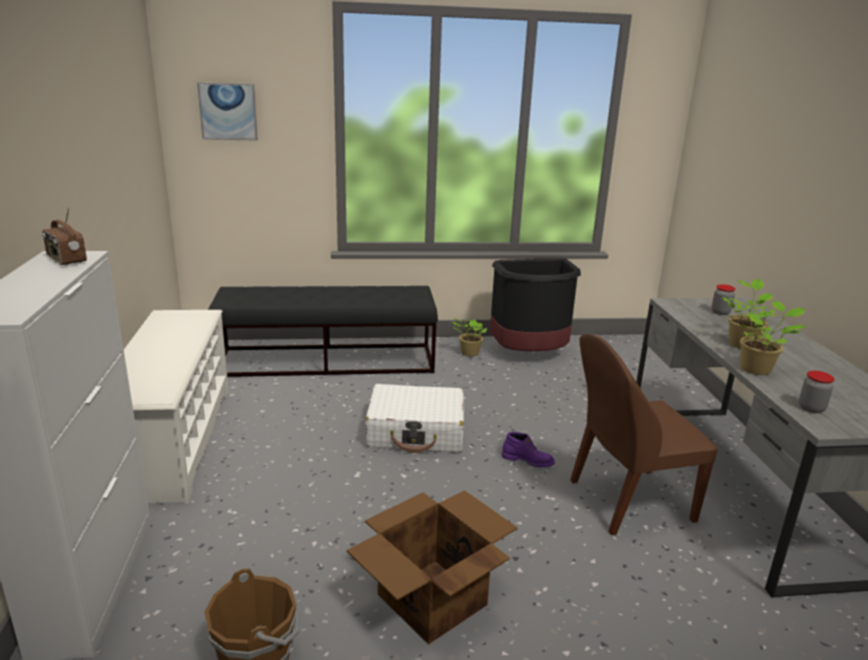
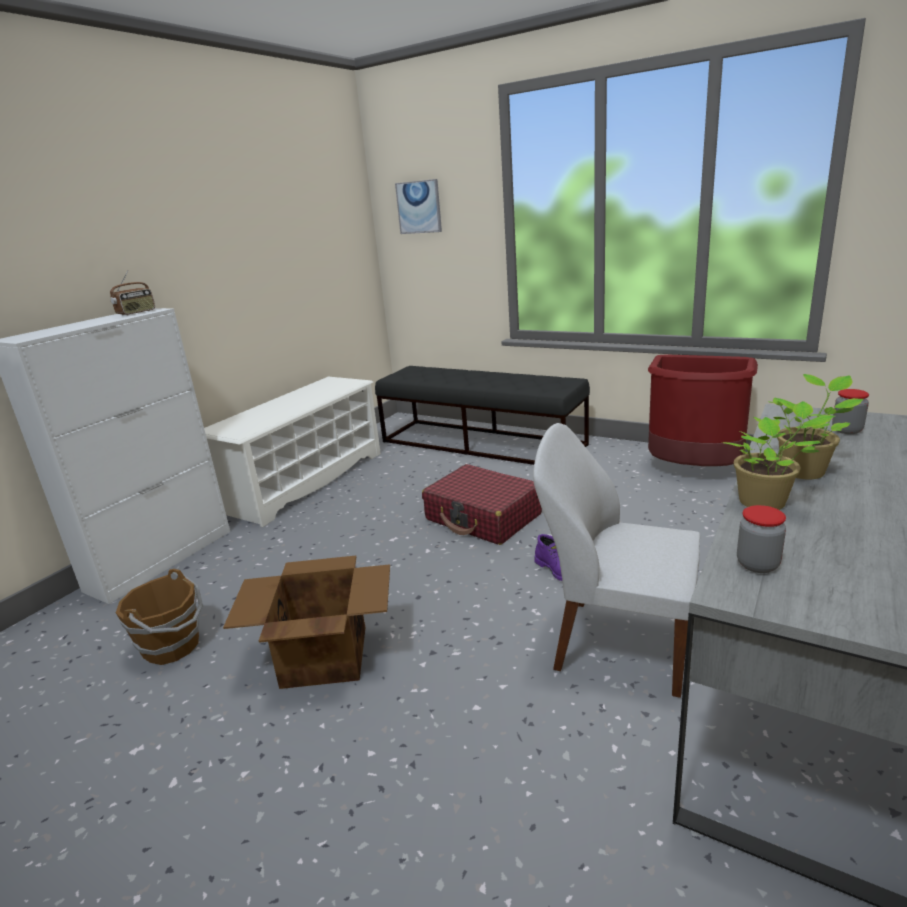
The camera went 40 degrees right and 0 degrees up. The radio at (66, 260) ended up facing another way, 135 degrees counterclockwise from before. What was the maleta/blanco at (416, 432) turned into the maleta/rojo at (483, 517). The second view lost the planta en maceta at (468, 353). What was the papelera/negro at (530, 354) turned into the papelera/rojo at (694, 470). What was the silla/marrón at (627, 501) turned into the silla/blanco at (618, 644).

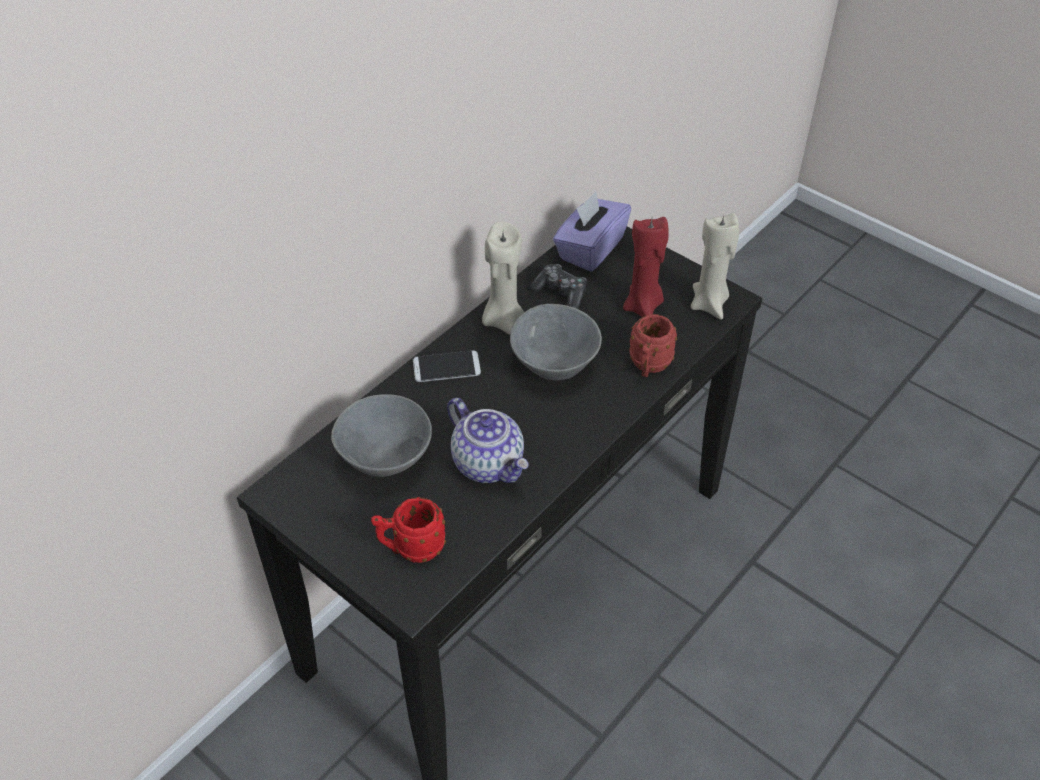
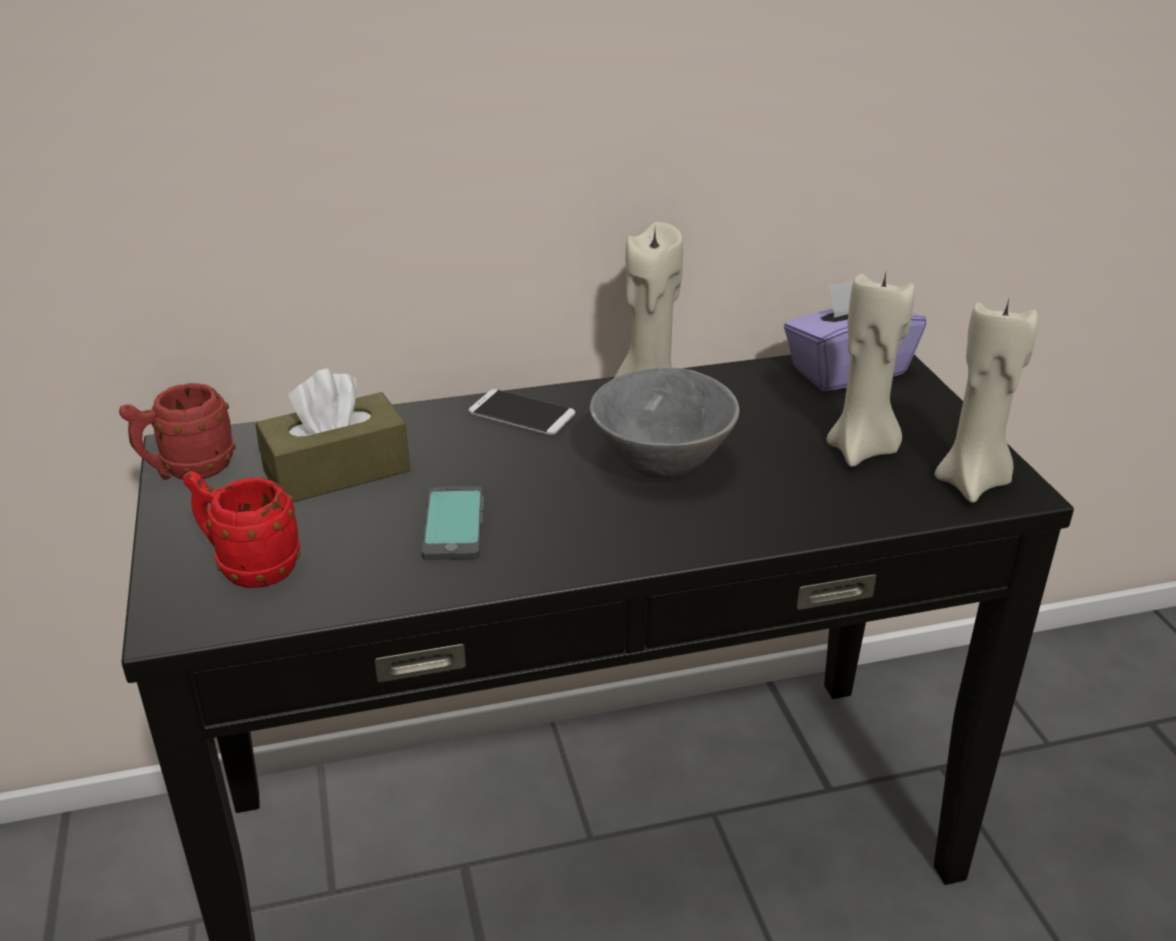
The camera went 35 degrees right and 15 degrees down. Where the cuenco/gris stood at (386, 461), the caja de pañuelos/marrón came to stand at (337, 471). Where the tetera stood at (489, 463), the móvil came to stand at (454, 525). The second view lost the mando de consola at (561, 293). What was the vela/rojo at (643, 306) turned into the vela/beis at (862, 450). The taza grande/rojo ended up elsewhere, having gone from (648, 366) to (187, 471).

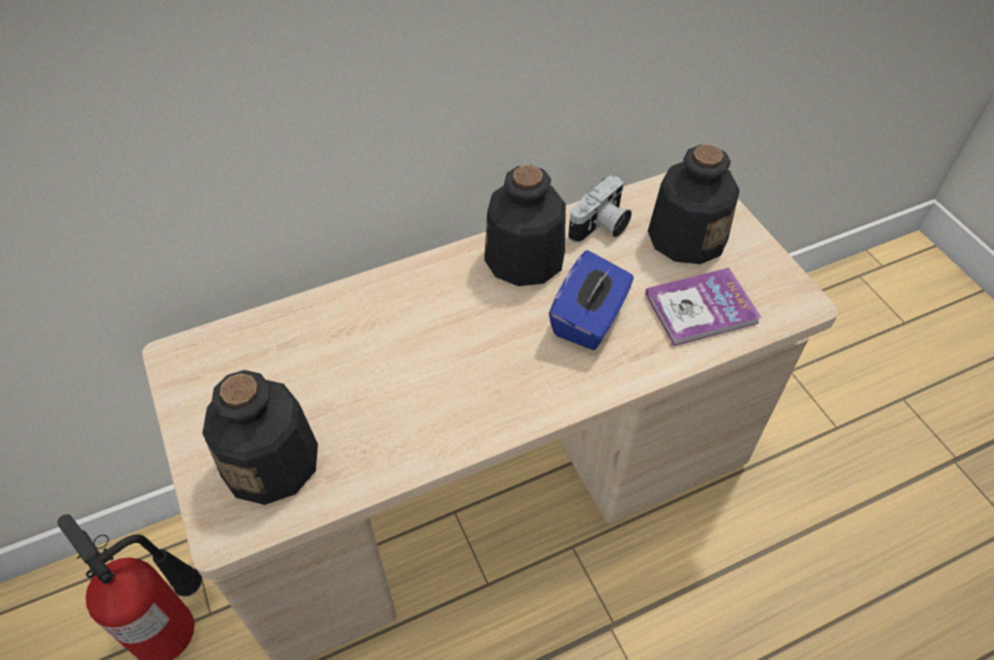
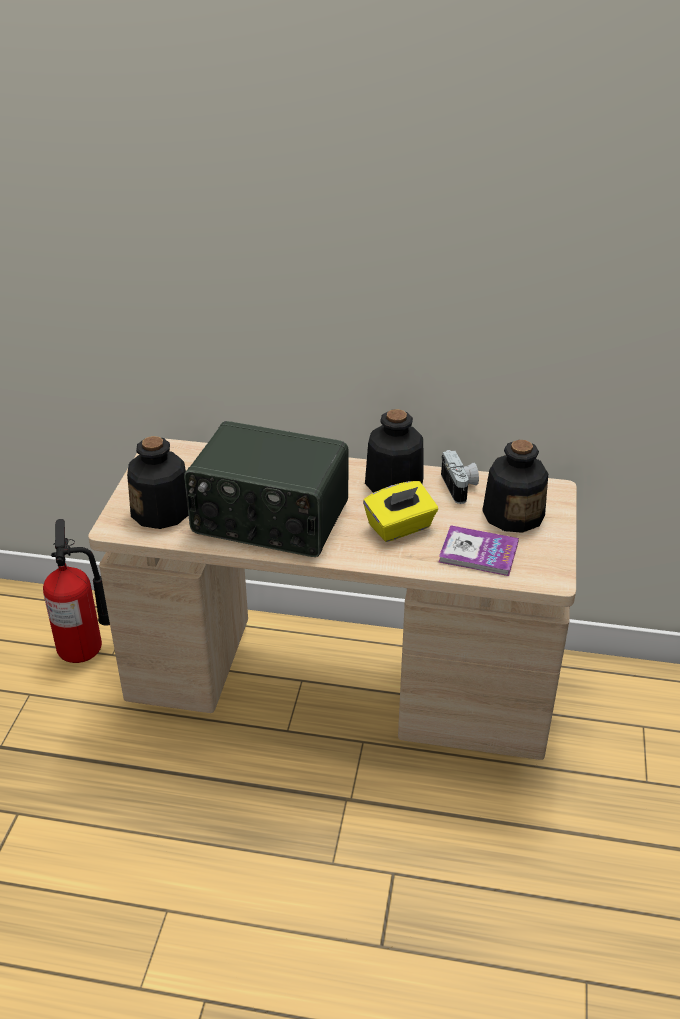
The camera went 35 degrees right and 15 degrees down. What was the caja de pañuelos/azul at (589, 319) turned into the caja de pañuelos/amarillo at (400, 527). The cámara at (601, 227) ended up facing another way, 90 degrees counterclockwise from before. The second view gained the radio at (269, 519).

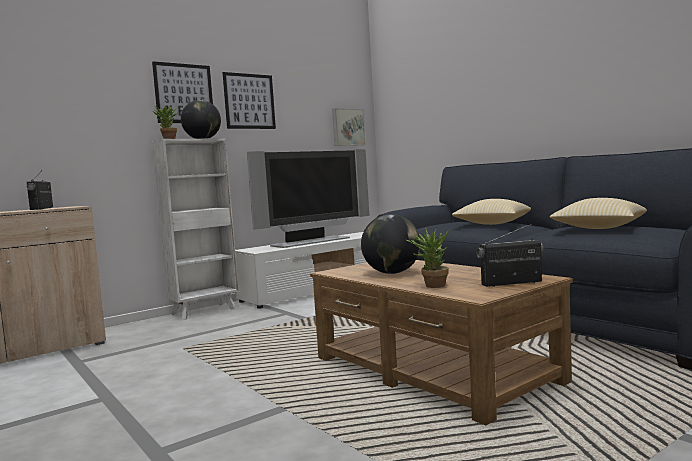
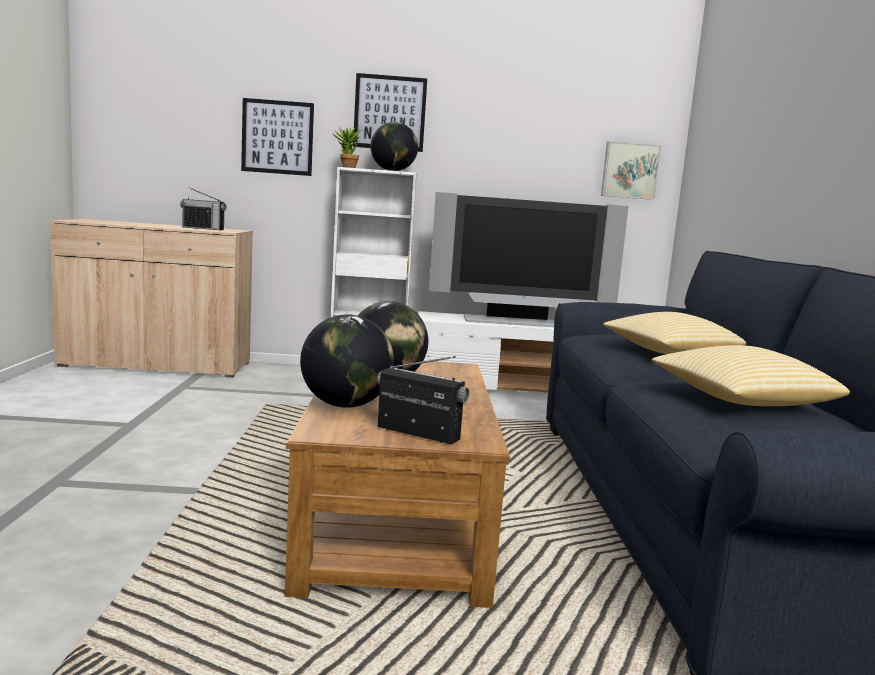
The camera went 35 degrees right and 5 degrees up. The radio at (41, 209) ended up facing another way, 105 degrees counterclockwise from before. The cuadro ended up elsewhere, having gone from (249, 101) to (277, 137). Where the planta en maceta stood at (431, 286), the globo terráqueo came to stand at (345, 405).

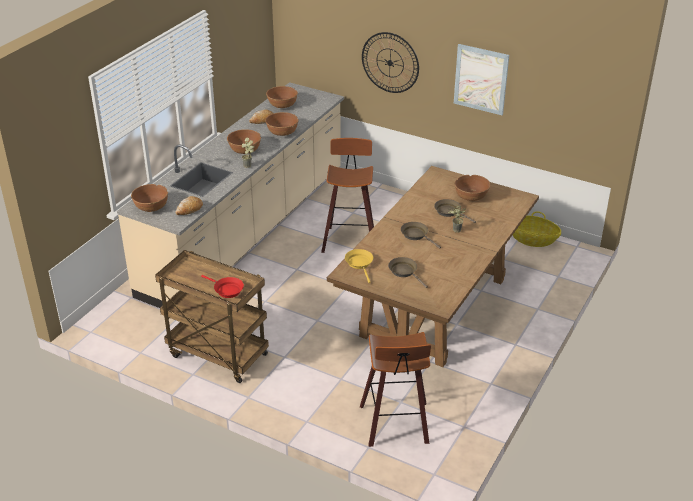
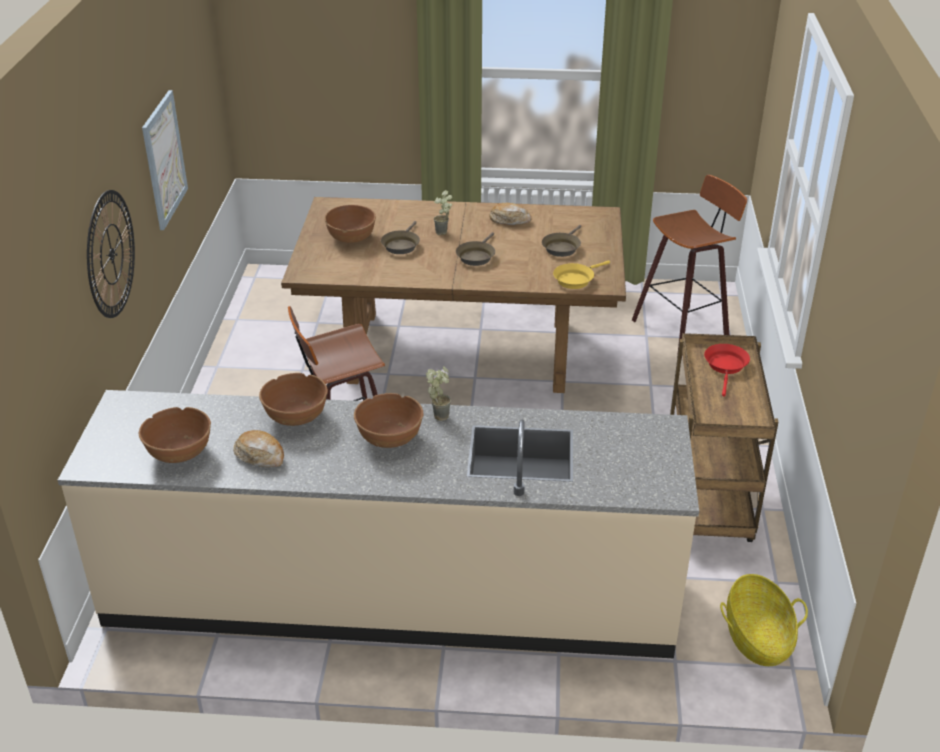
The camera went 115 degrees left and 0 degrees up. The second view lost the cuenco/marrón at (151, 207). The pan ended up elsewhere, having gone from (189, 210) to (509, 220). The cesta ended up elsewhere, having gone from (532, 240) to (757, 637).

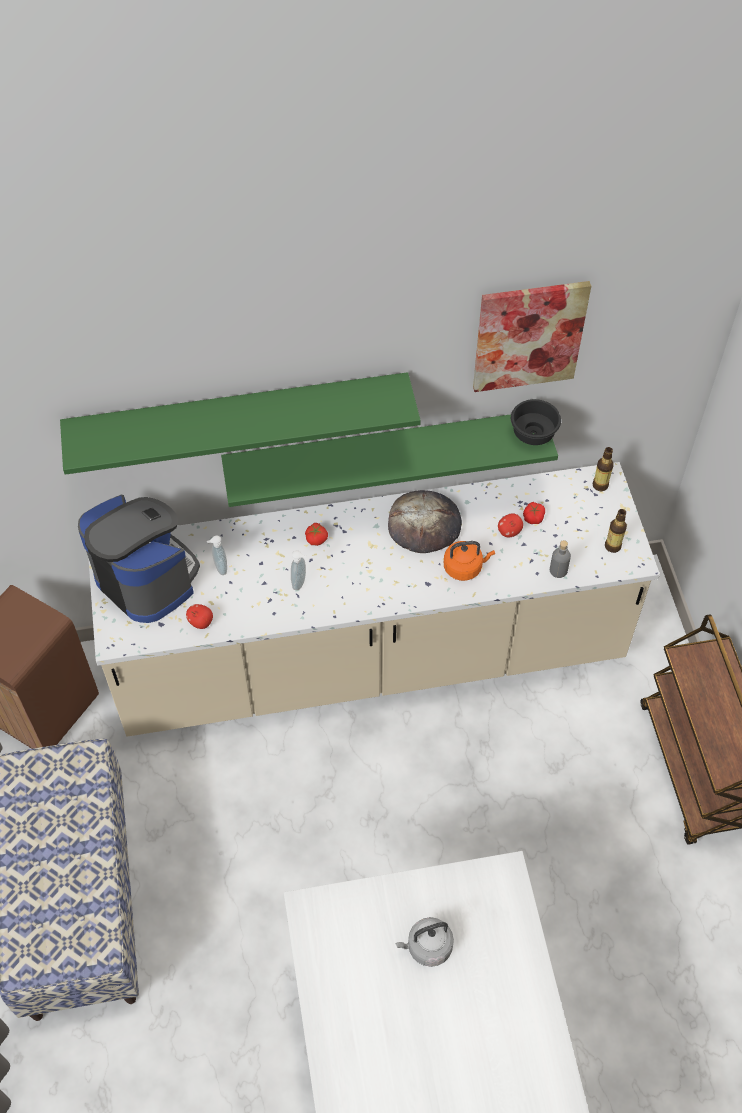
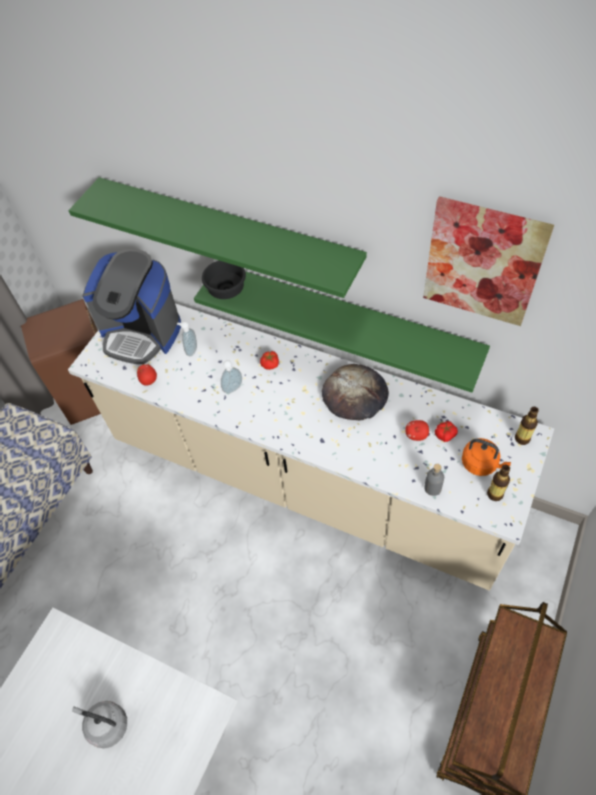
The camera went 40 degrees right and 0 degrees up. The cafetera at (147, 579) ended up facing another way, 120 degrees clockwise from before. The hervidor/naranja ended up elsewhere, having gone from (465, 567) to (481, 463). The cuenco/negro ended up elsewhere, having gone from (535, 433) to (228, 290).

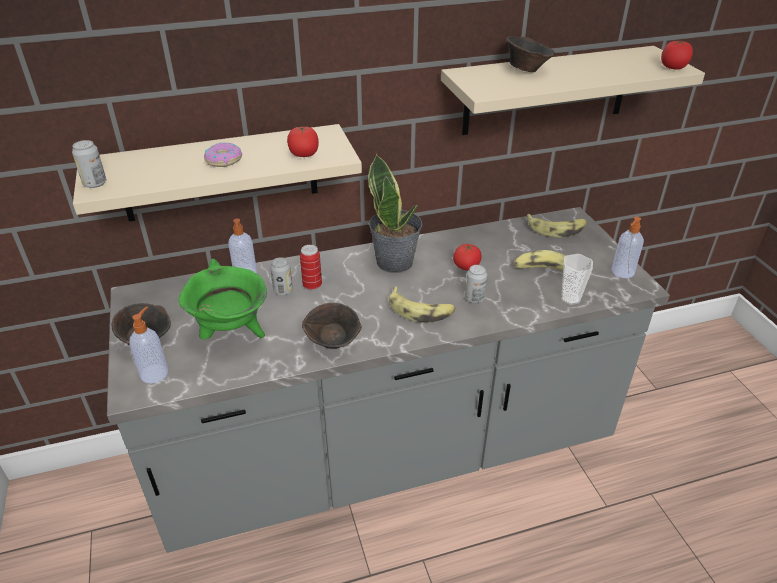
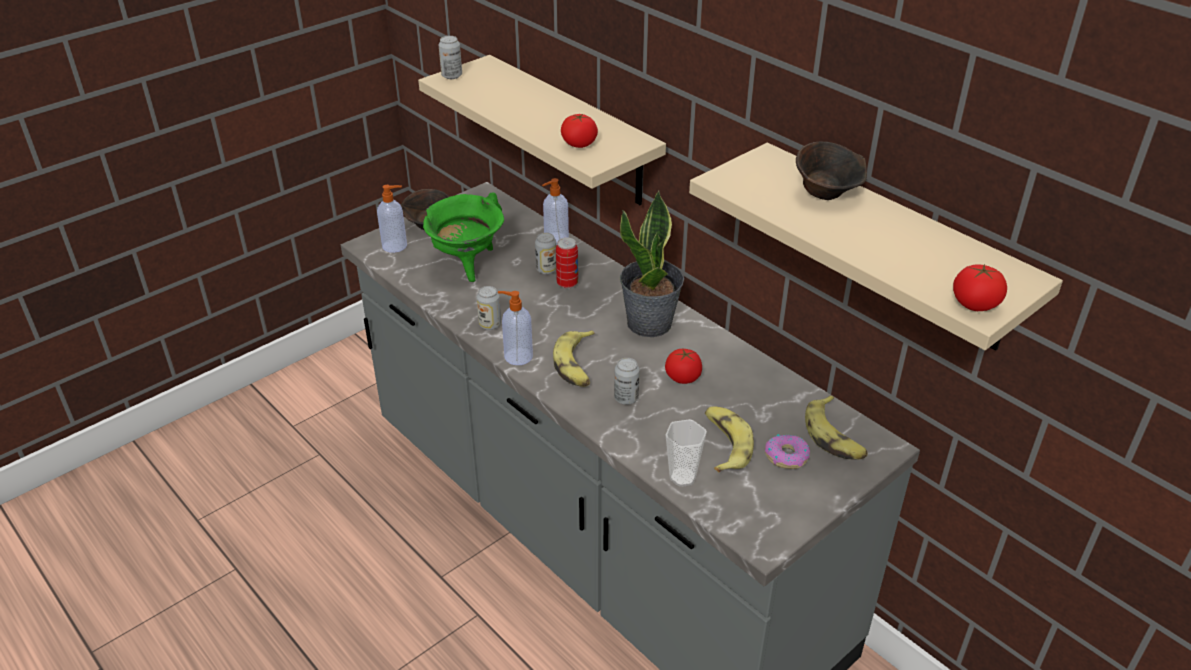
The camera went 65 degrees right and 0 degrees up. The rosquilla ended up elsewhere, having gone from (223, 160) to (786, 456). Where the cuenco/marrón stood at (334, 342), the lata came to stand at (490, 324). The dispensador de jabón ended up elsewhere, having gone from (622, 272) to (517, 356).

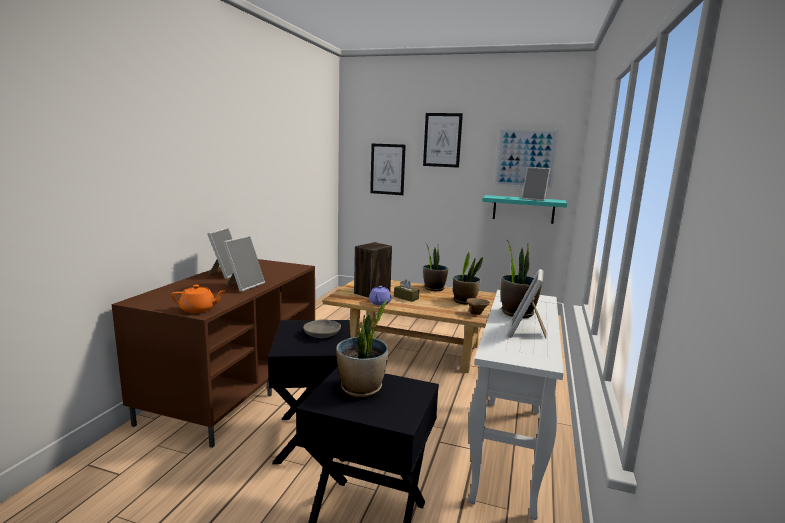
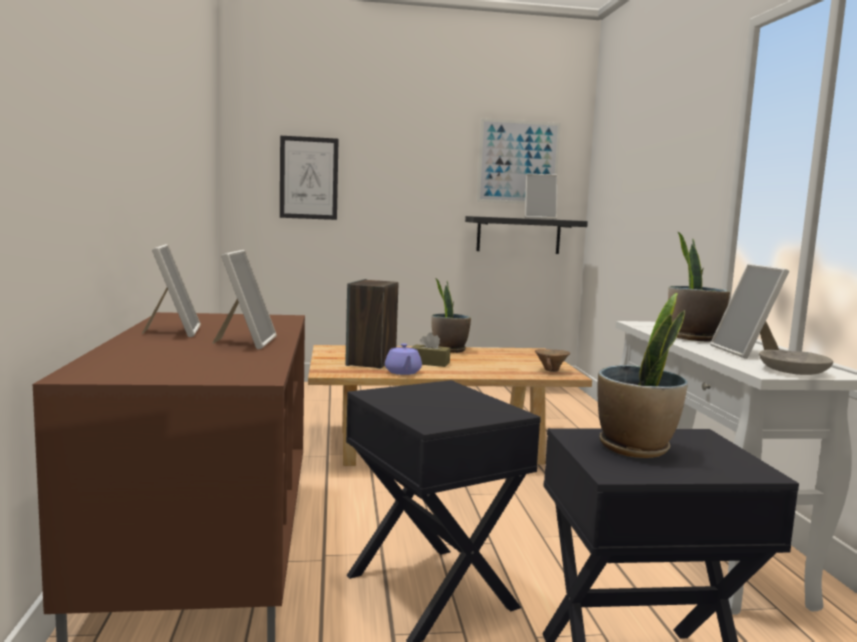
The camera went 25 degrees left and 5 degrees down. The second view lost the tetera/naranja at (198, 309). The cuenco/gris ended up elsewhere, having gone from (322, 334) to (793, 371). The second view lost the cuadro at (442, 140). The second view lost the planta en maceta at (465, 301). What was the estante/turquesa at (523, 209) turned into the estante/negro at (518, 235).

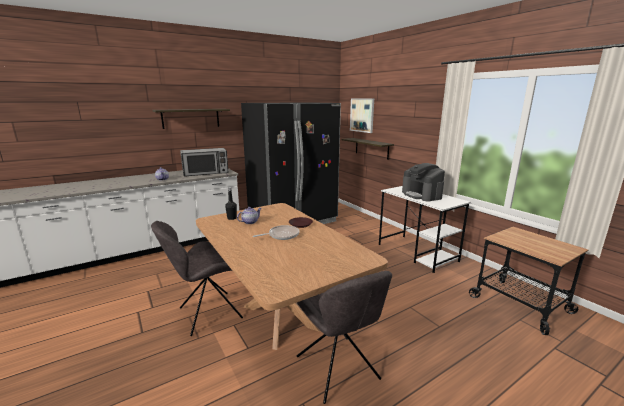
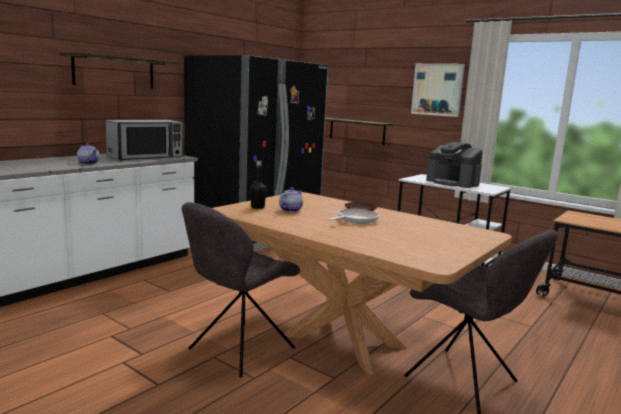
The camera went 20 degrees left and 5 degrees down. The cuadro ended up elsewhere, having gone from (362, 115) to (437, 89).

